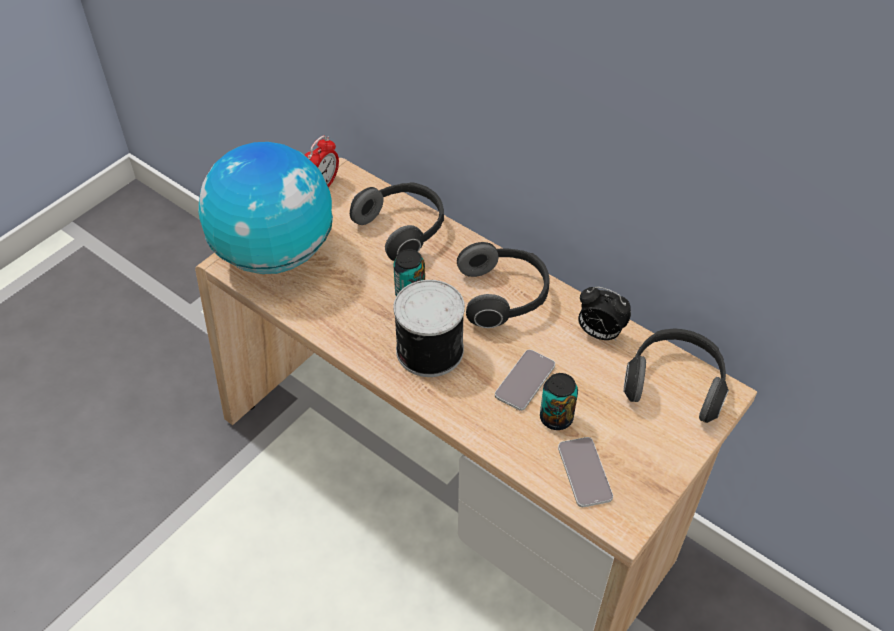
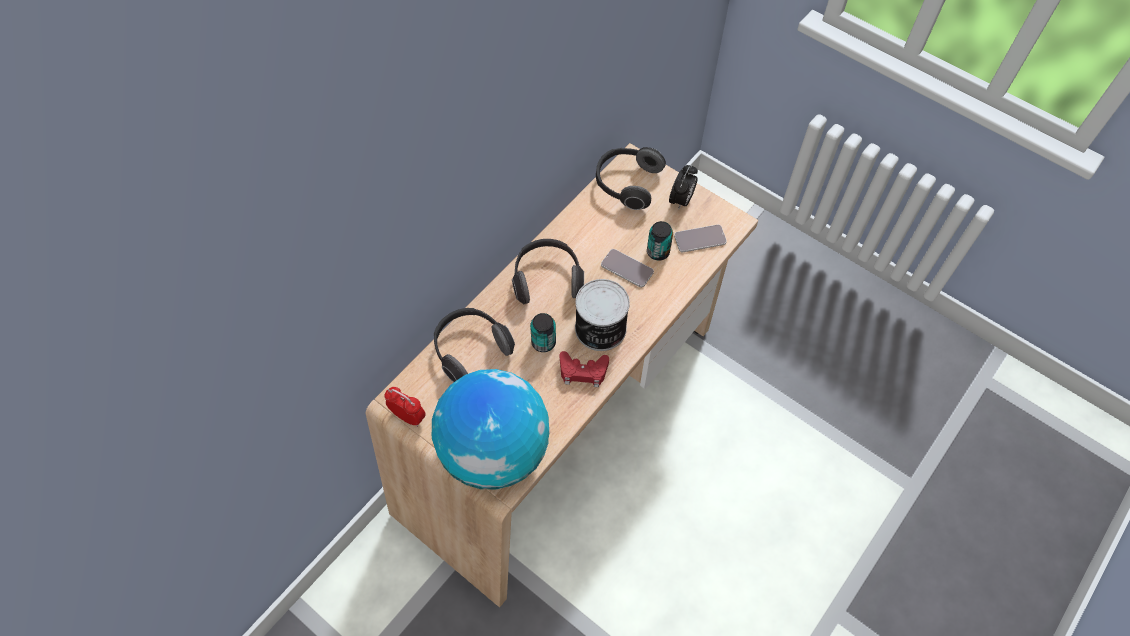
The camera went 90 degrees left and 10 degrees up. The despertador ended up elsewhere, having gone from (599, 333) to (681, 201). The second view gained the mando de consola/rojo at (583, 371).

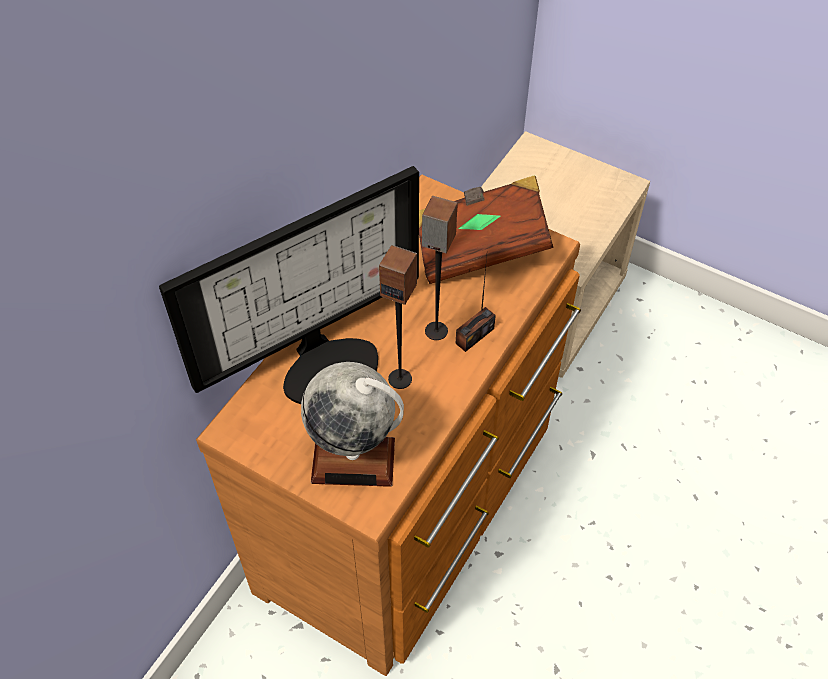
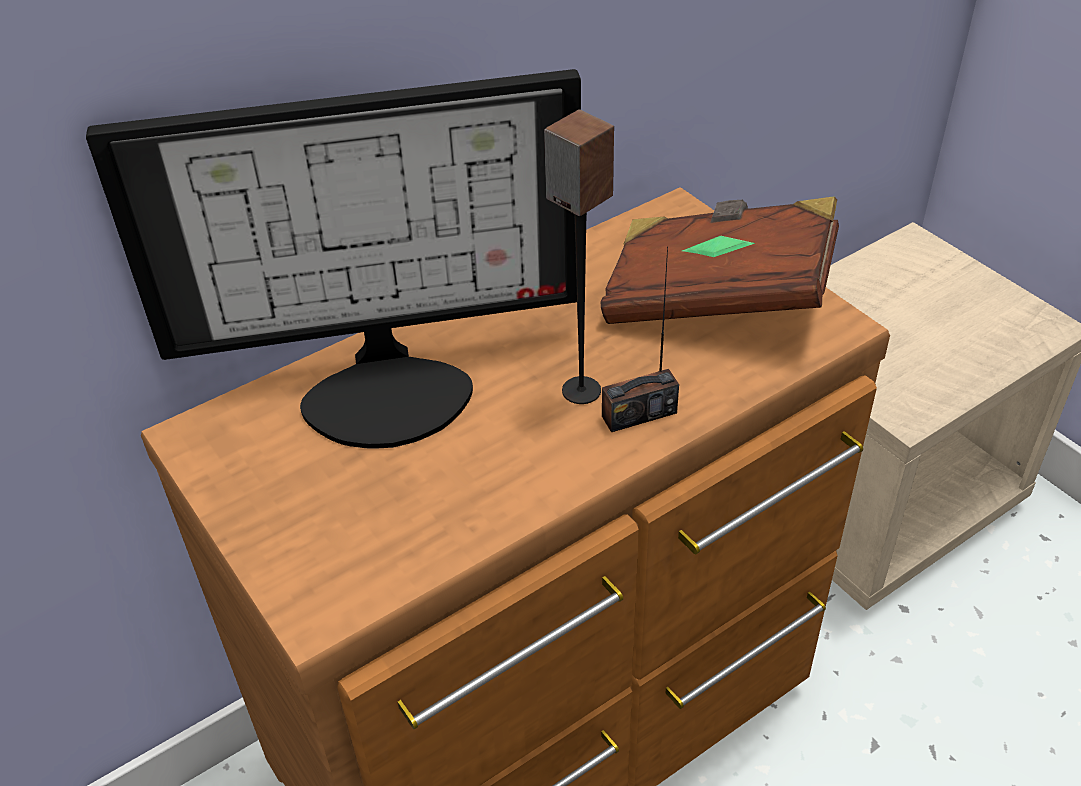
The camera went 25 degrees right and 10 degrees down. The second view lost the globo terráqueo at (354, 460). The second view lost the altavoz at (400, 378).

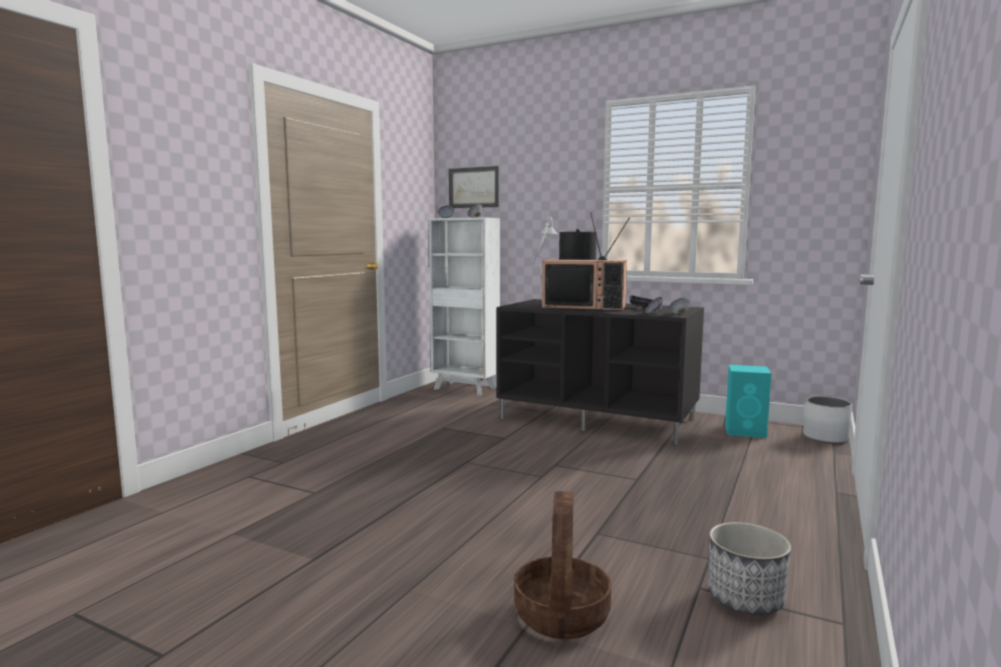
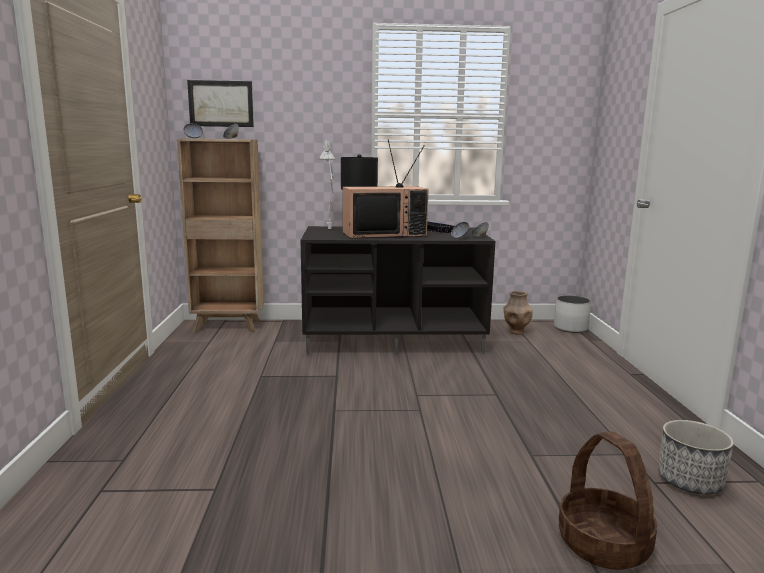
The camera went 30 degrees left and 5 degrees up. What was the estantería/blanco at (465, 389) turned into the estantería/marrón at (228, 326). Where the altavoz/turquesa stood at (746, 431), the florero/marrón came to stand at (516, 332).

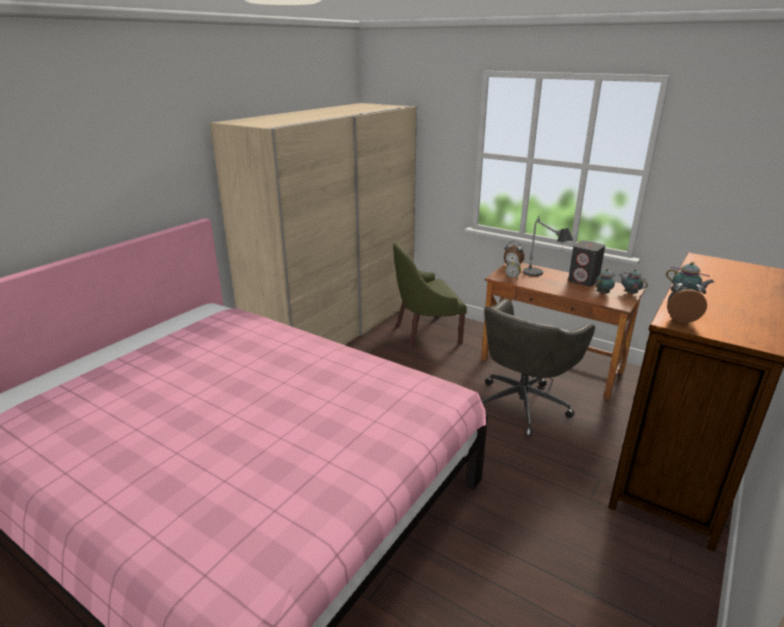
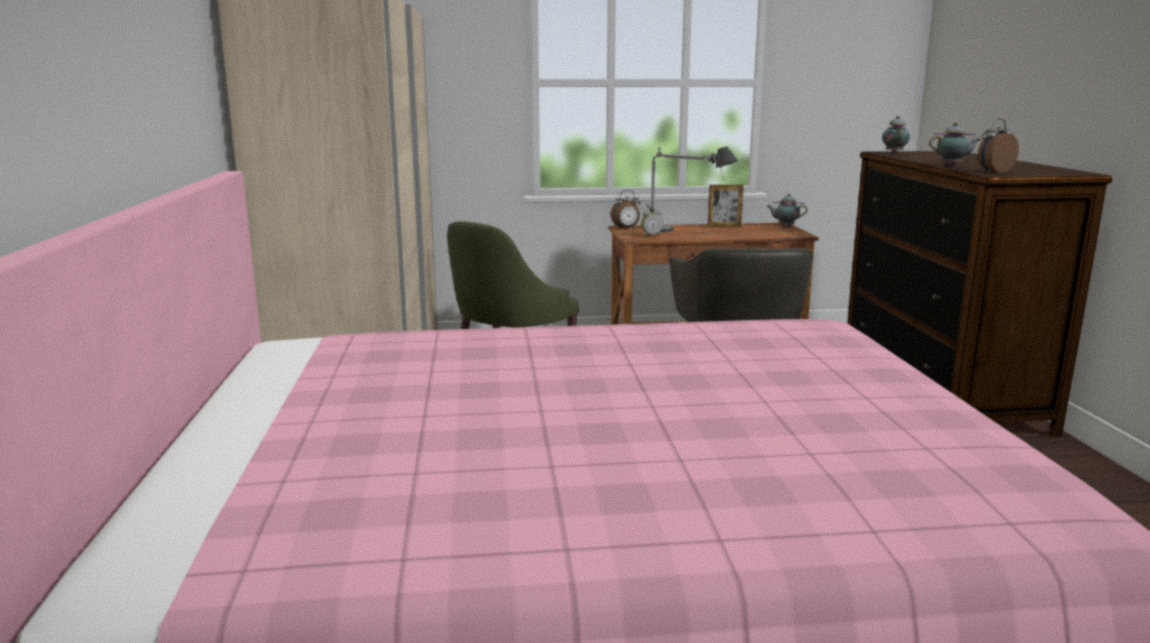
The camera went 40 degrees left and 10 degrees down. Where the altavoz/gris stood at (583, 281), the portarretratos came to stand at (724, 226). The tetera ended up elsewhere, having gone from (603, 293) to (894, 153).

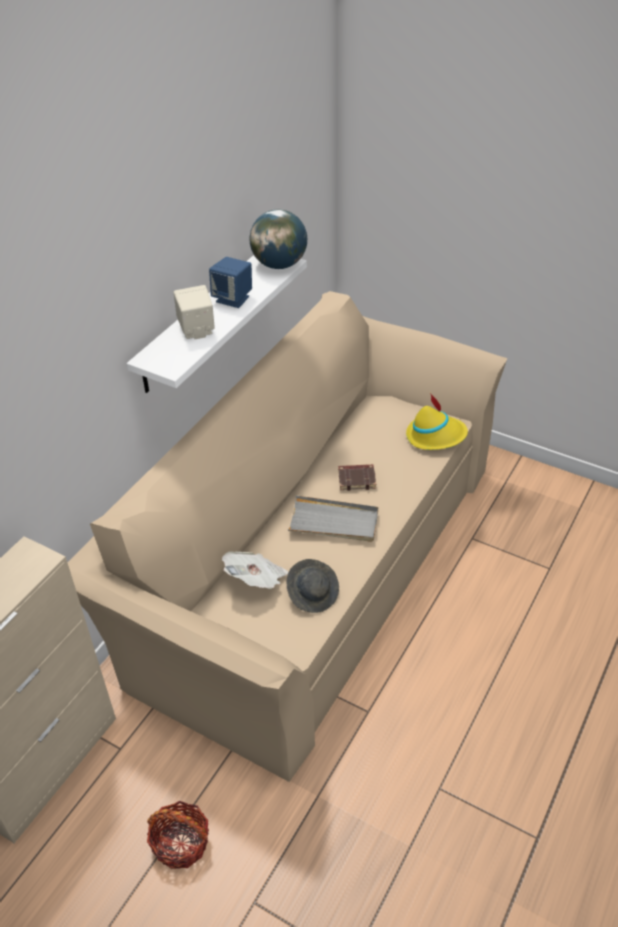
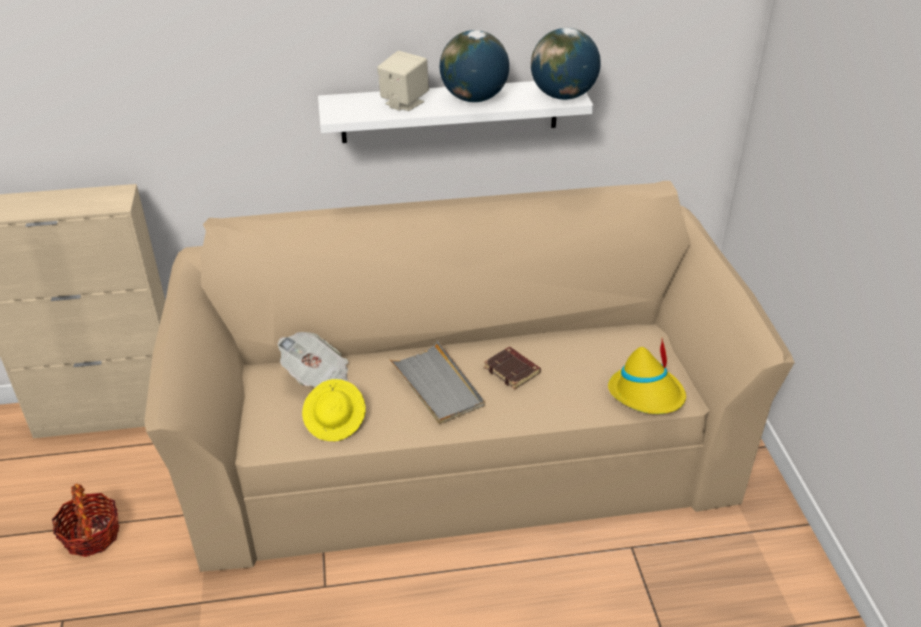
The camera went 50 degrees right and 5 degrees down. Where the altavoz/azul stood at (233, 299), the globo terráqueo came to stand at (474, 98). What was the sombrero/gris at (313, 593) turned into the sombrero/amarillo at (335, 421).

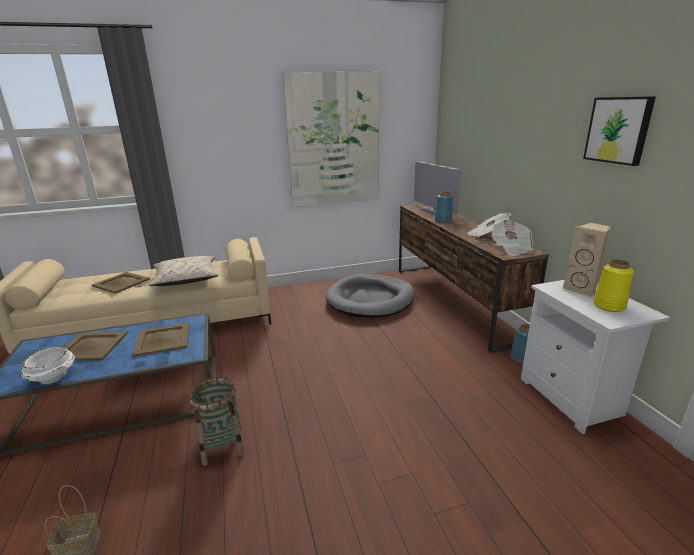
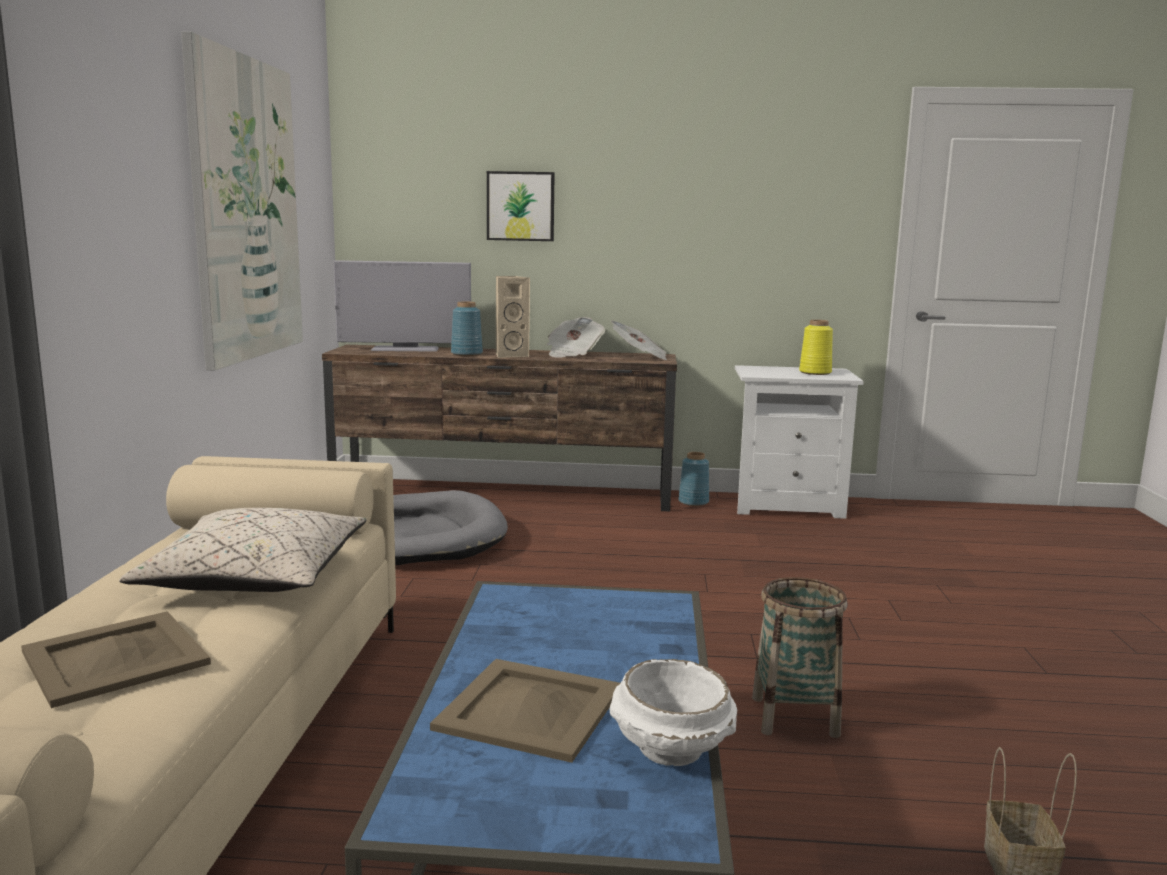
The camera went 70 degrees left and 10 degrees down. The second view lost the bandeja/beis at (163, 339). The altavoz/beis ended up elsewhere, having gone from (582, 289) to (510, 355). The cuadro ended up elsewhere, having gone from (618, 130) to (520, 206).

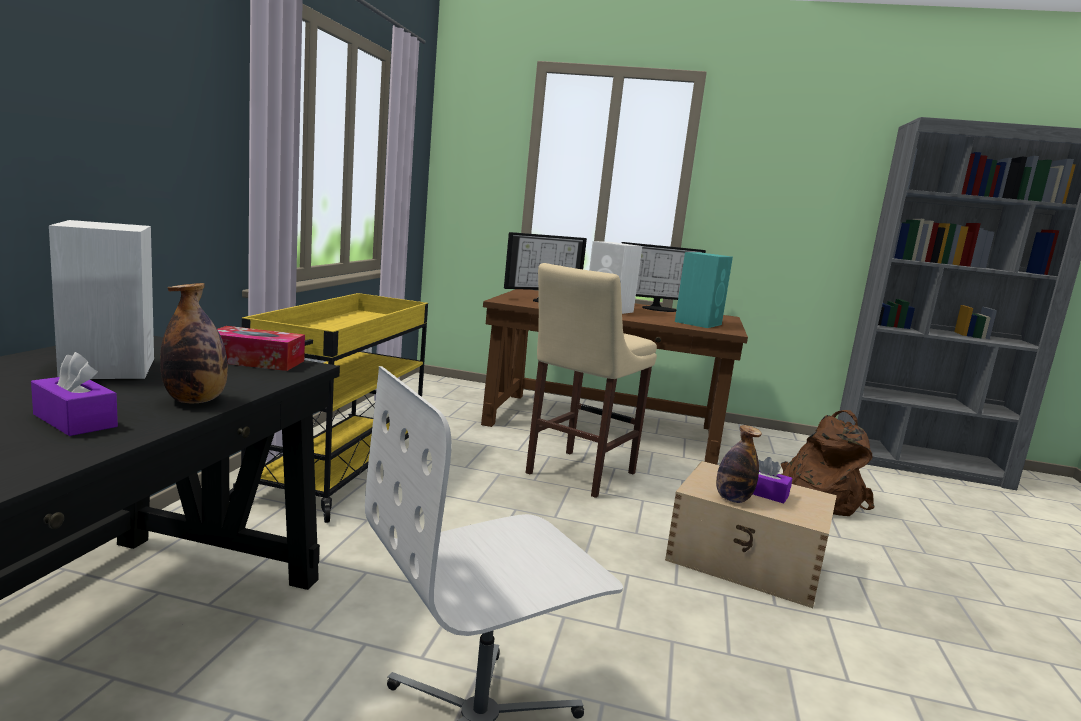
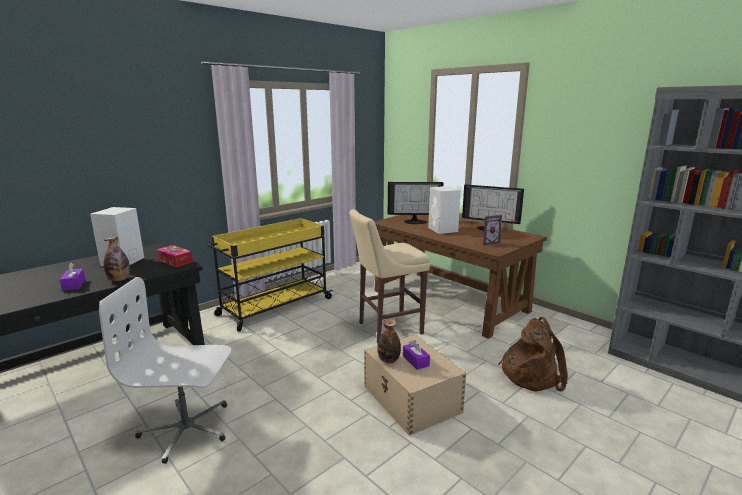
The camera went 35 degrees right and 5 degrees up. Where the altavoz/turquesa stood at (698, 323), the portarretratos came to stand at (488, 242).

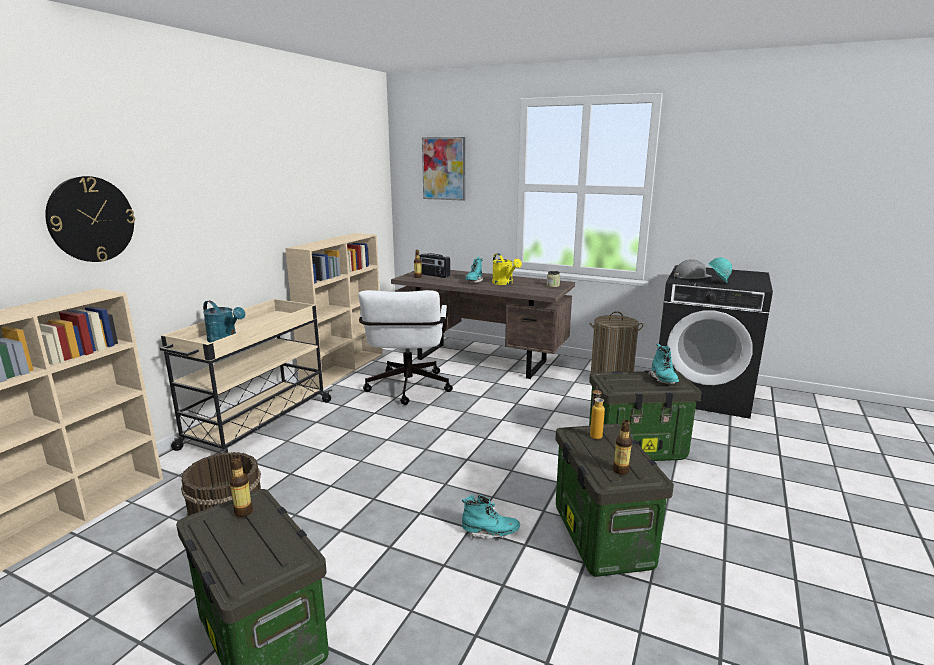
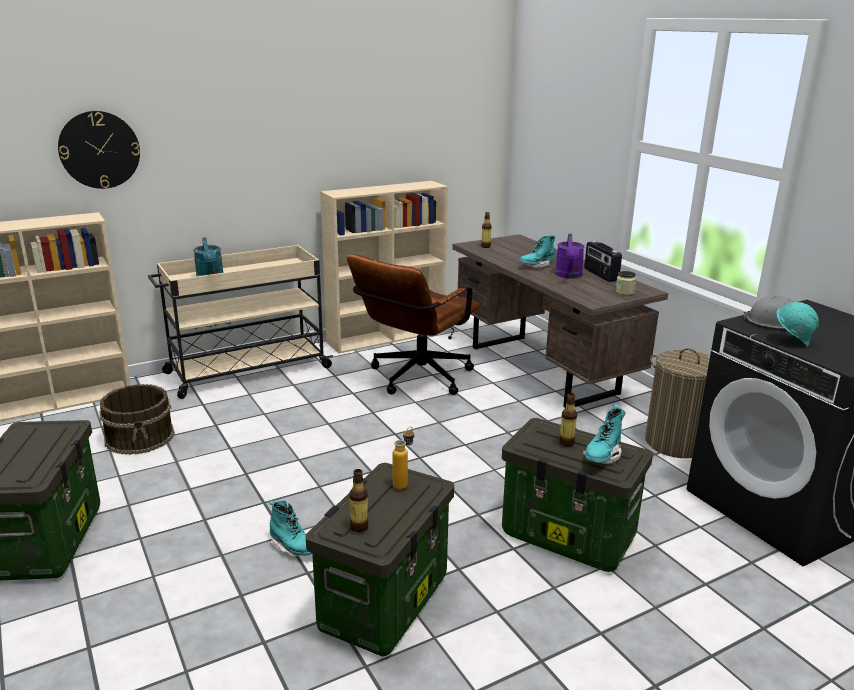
The camera went 35 degrees right and 5 degrees up. The botella ended up elsewhere, having gone from (243, 512) to (566, 443). What was the silla de oficina/blanco at (407, 390) turned into the silla de oficina/marrón at (415, 379). The radio ended up elsewhere, having gone from (434, 275) to (600, 275). The second view lost the cuadro at (444, 168). What was the regadera/amarillo at (504, 283) turned into the regadera/morado at (569, 276).

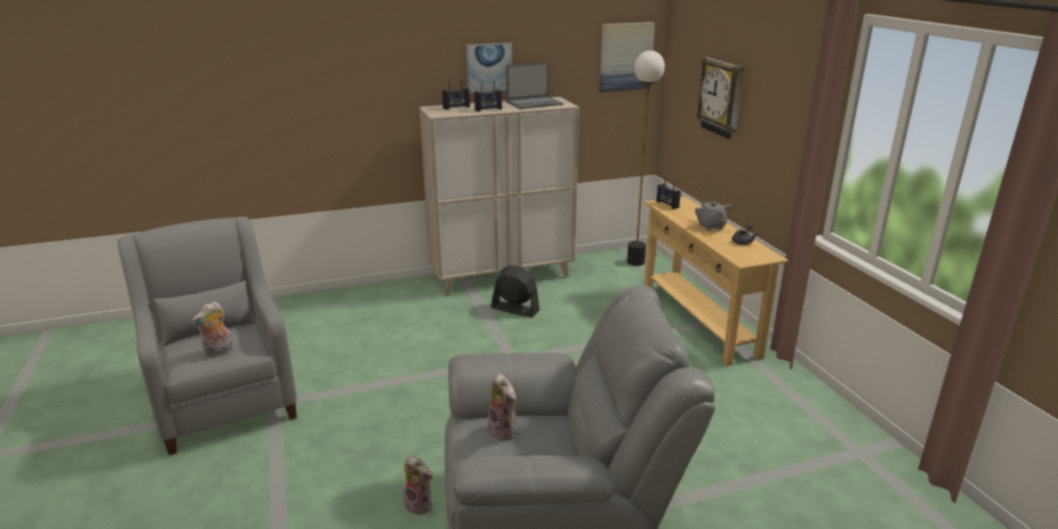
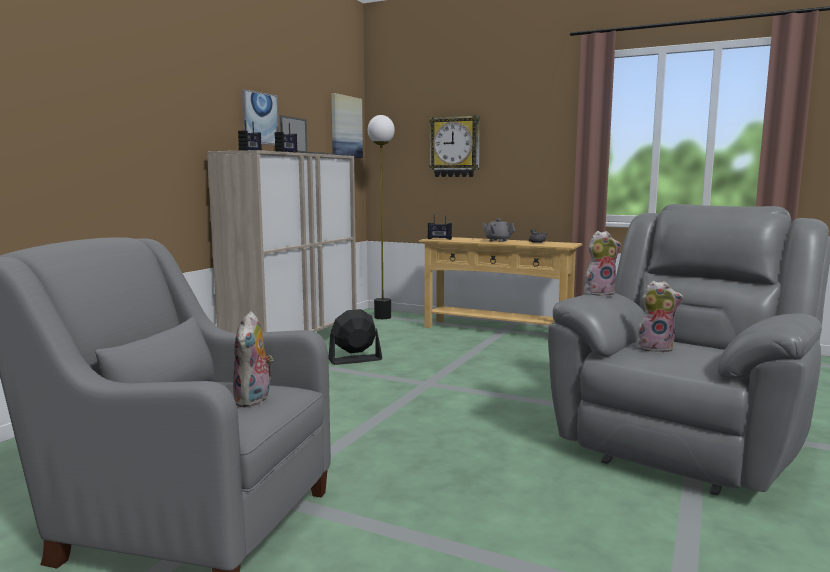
The camera went 45 degrees left and 15 degrees down. The peluche ended up elsewhere, having gone from (420, 504) to (599, 293).

